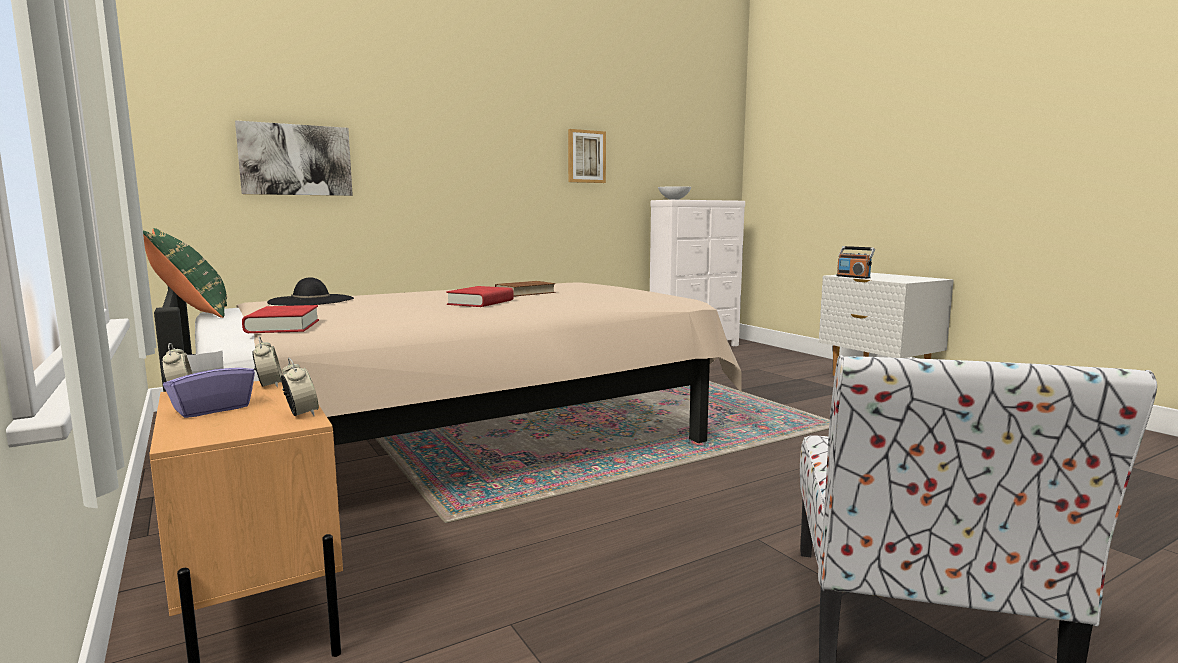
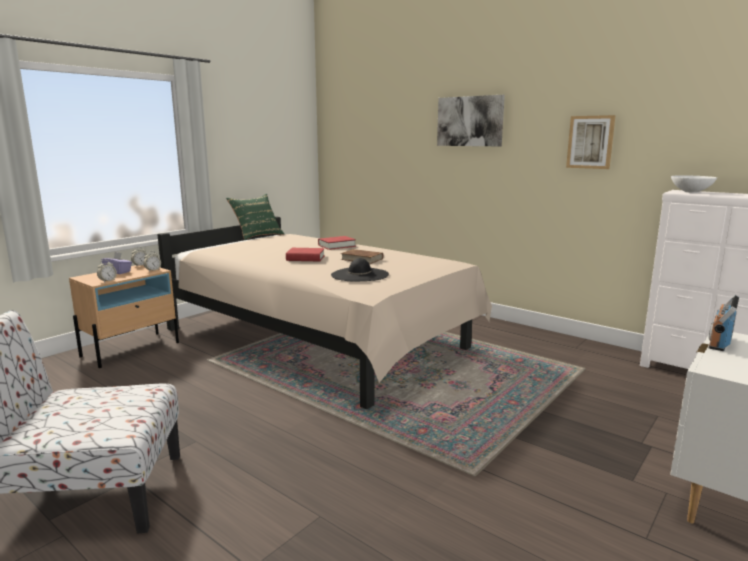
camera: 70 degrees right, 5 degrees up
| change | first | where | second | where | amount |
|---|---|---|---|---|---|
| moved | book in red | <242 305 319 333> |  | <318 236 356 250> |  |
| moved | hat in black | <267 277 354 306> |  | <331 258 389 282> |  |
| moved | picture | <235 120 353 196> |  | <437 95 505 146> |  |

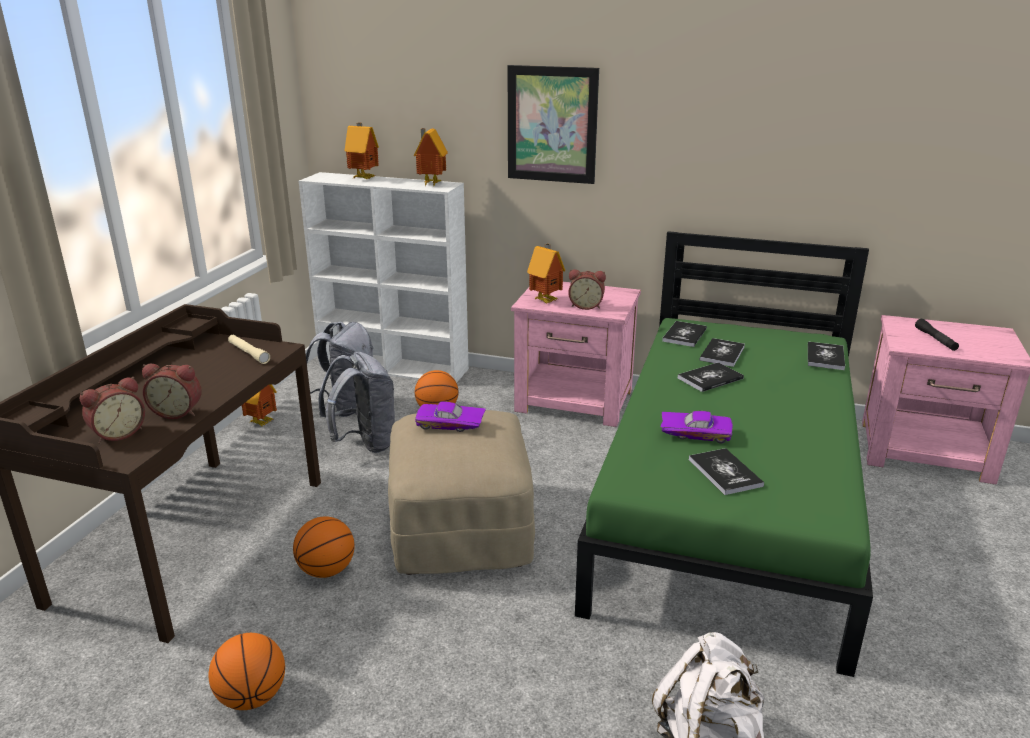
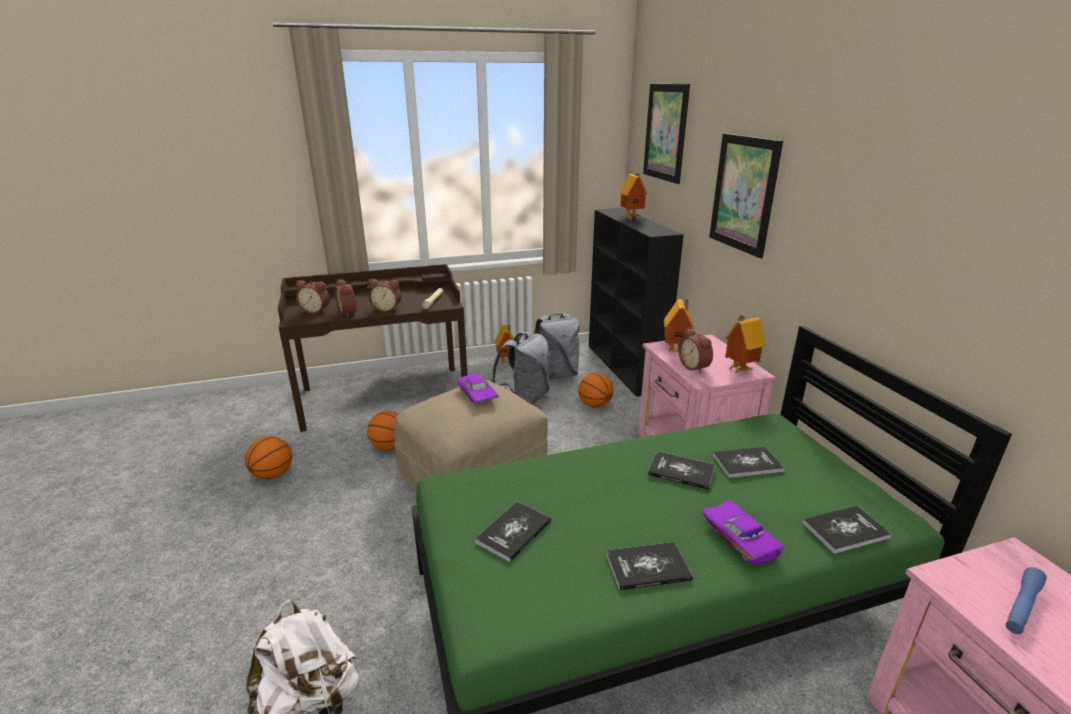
camera: 55 degrees right, 0 degrees up
| change | first | where | second | where | amount |
|---|---|---|---|---|---|
| added |  |  | alarm clock | <369 279 401 312> |  |
| recoloured | bookcase in white | <299 172 469 383> | bookcase in black | <589 208 684 397> |  |
| moved | book | <662 321 707 347> |  | <606 542 693 591> |  |
| added |  |  | picture | <643 84 690 184> |  |
| moved | toy car in purple | <661 411 733 443> |  | <702 500 784 565> |  |
| moved | toy house | <414 128 448 186> |  | <725 316 766 373> |  |
| recoloured | flashlight in black | <915 319 959 351> | flashlight in blue | <1005 567 1047 634> |  |

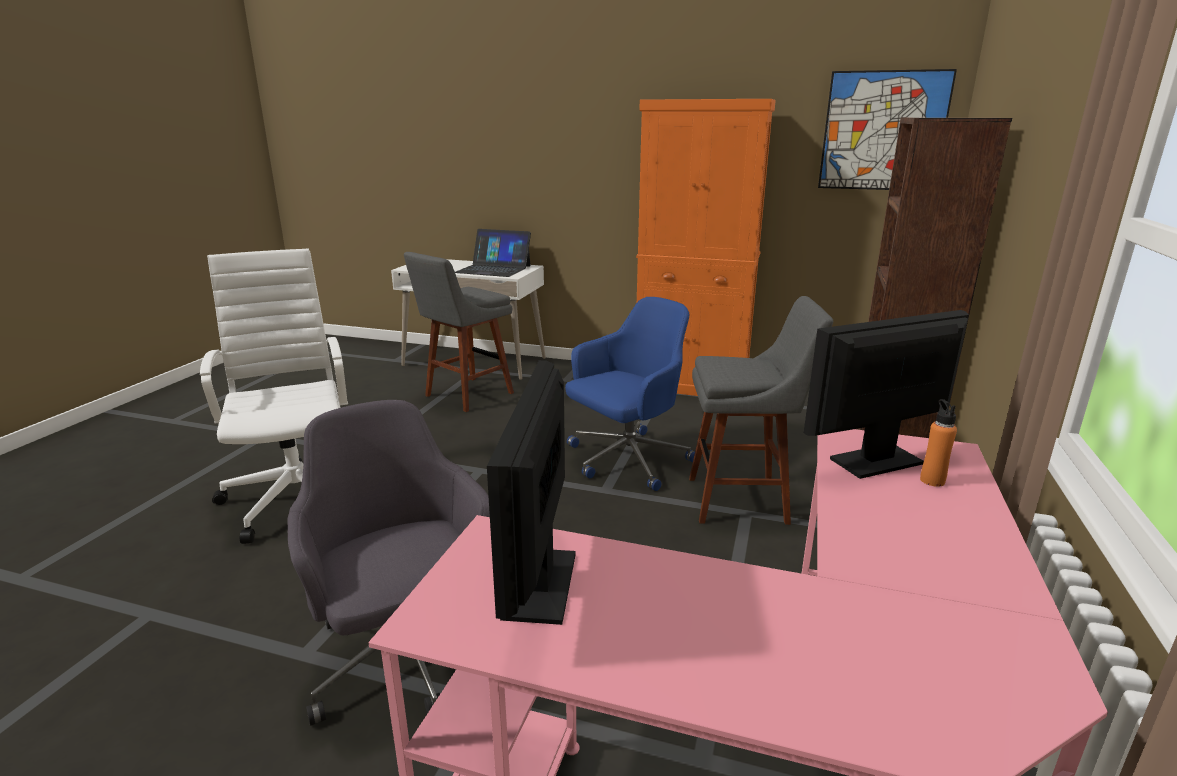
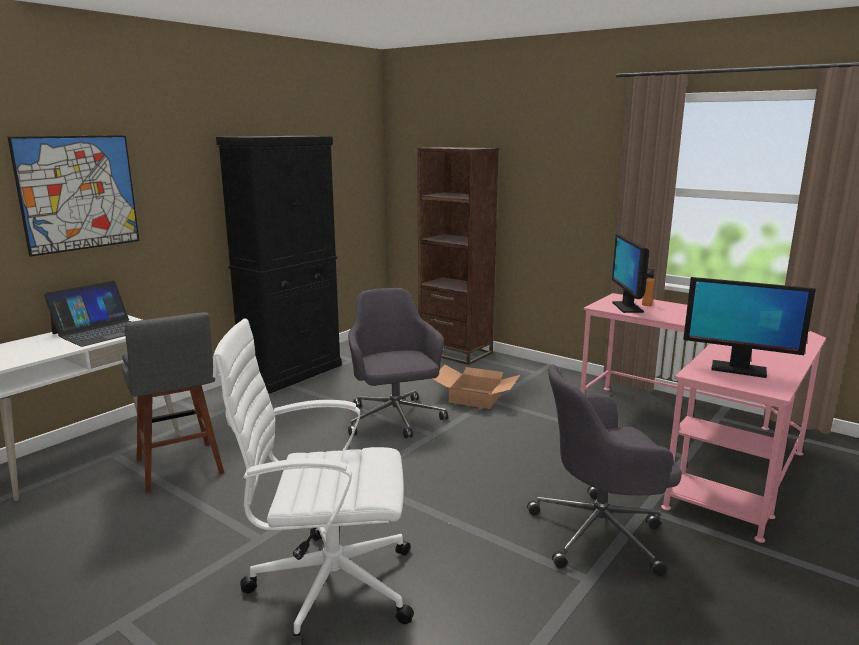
camera: 70 degrees left, 5 degrees down
| change | first | where | second | where | amount |
|---|---|---|---|---|---|
| moved | picture | <818 69 957 190> |  | <8 135 139 257> |  |
| recoloured | cabinet in orange | <636 99 776 396> | cabinet in black | <216 136 342 394> |  |
| recoloured | office chair in blue | <565 297 695 491> | office chair in grey | <348 288 448 438> |  |
| replaced | stool in grey | <689 296 833 525> | cardboard box | <432 365 520 409> |  |

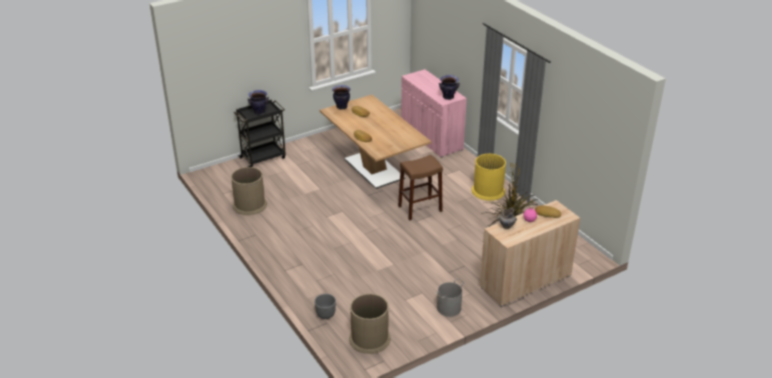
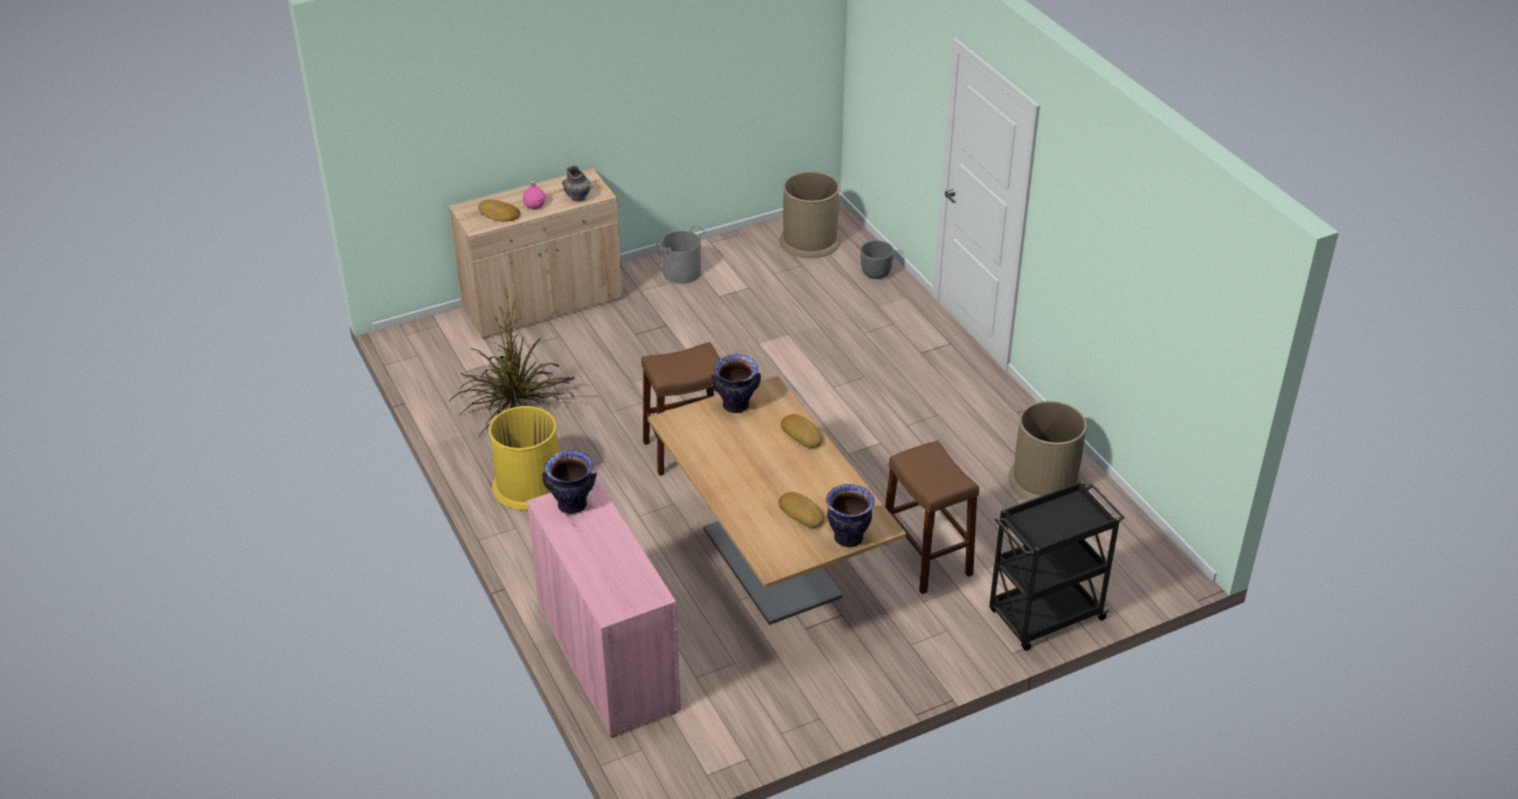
camera: 175 degrees left, 5 degrees up
| change | first | where | second | where | amount |
|---|---|---|---|---|---|
| moved | vase | <248 90 269 115> |  | <711 354 761 413> |  |
| added |  |  | stool in brown | <883 440 979 594> |  |

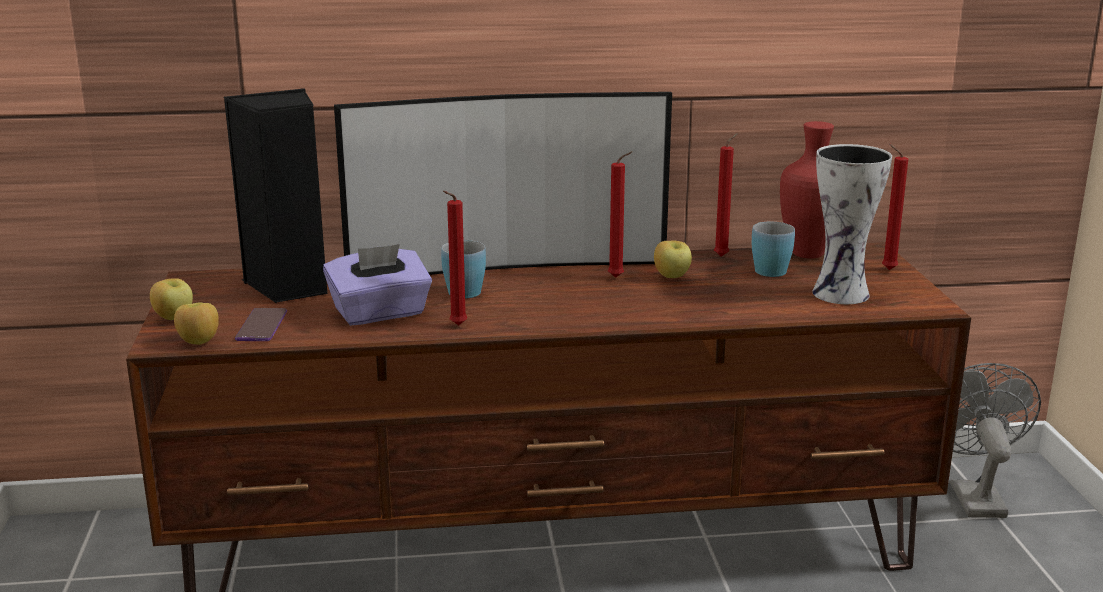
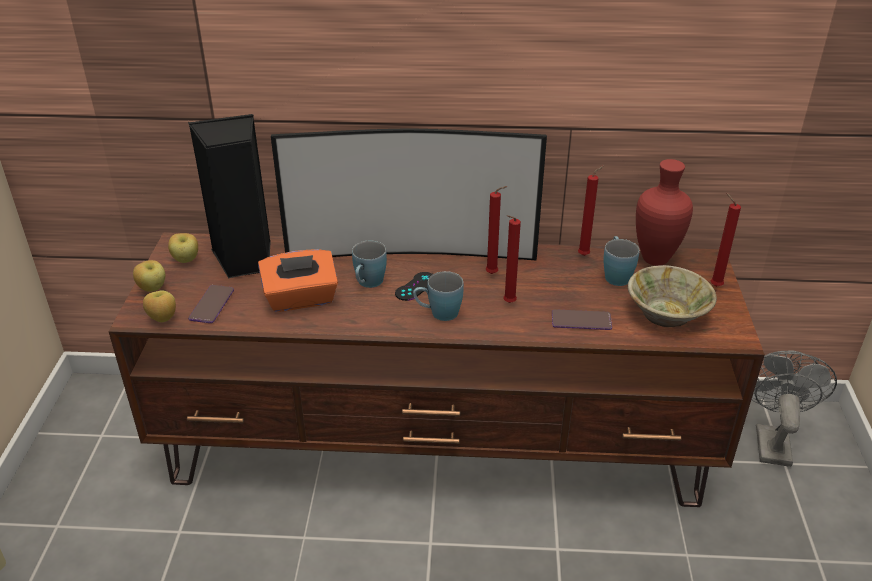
camera: 10 degrees right, 15 degrees up
| change | first | where | second | where | amount |
|---|---|---|---|---|---|
| moved | apple | <654 240 692 278> |  | <168 233 198 263> |  |
| recoloured | tissue box in purple | <323 244 432 326> | tissue box in orange | <258 249 338 312> |  |
| added |  |  | game controller in black | <395 272 433 301> |  |
| added |  |  | mug in blue | <413 271 464 321> |  |
| moved | candle in red | <443 191 467 325> |  | <503 215 521 303> |  |
| added |  |  | phone | <552 309 612 330> |  |
| replaced | vase | <812 144 892 304> | bowl in beige | <627 265 717 327> |  |

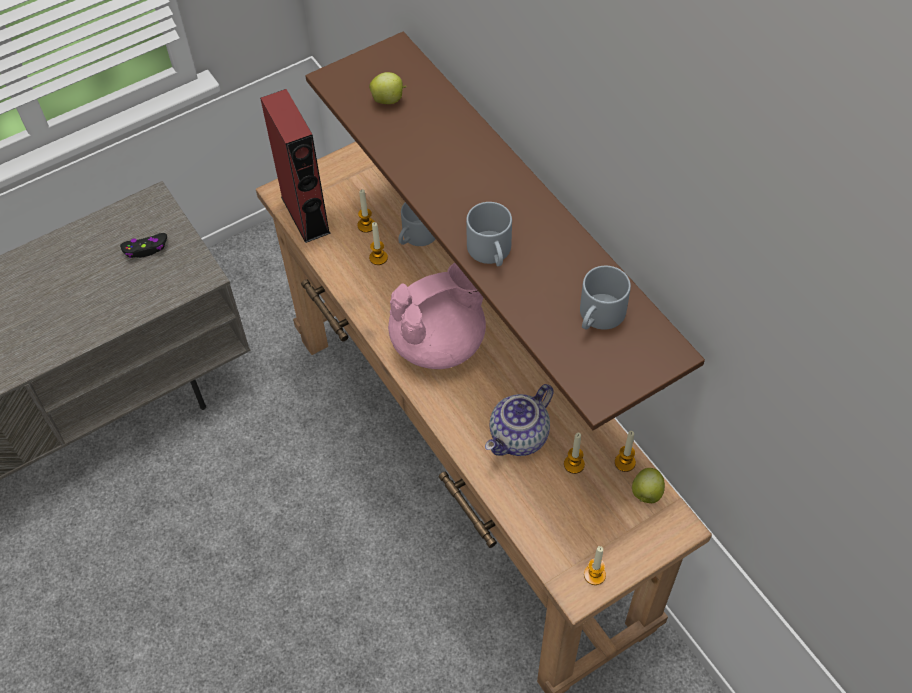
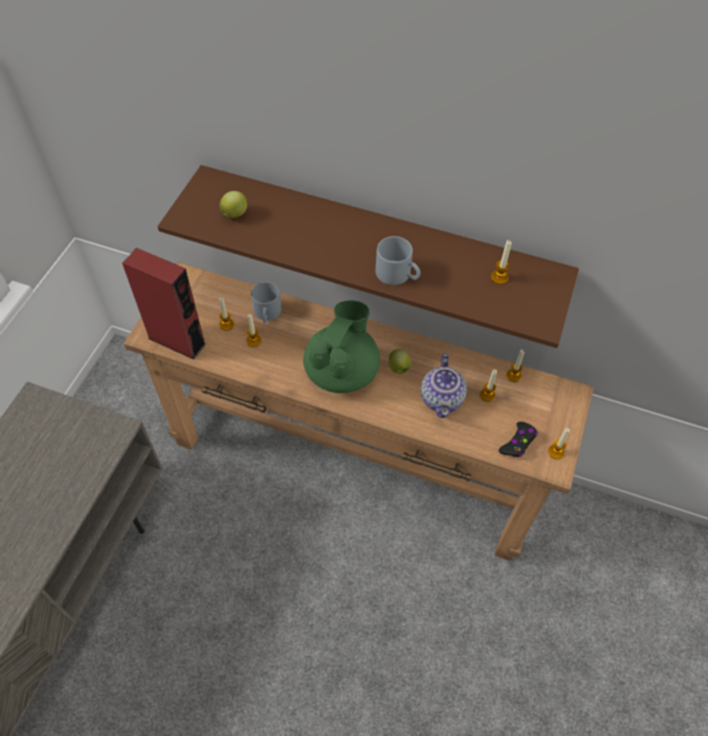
camera: 40 degrees left, 0 degrees up
| change | first | where | second | where | amount |
|---|---|---|---|---|---|
| recoloured | teapot in pink | <388 262 486 369> | teapot in green | <303 300 380 393> |  |
| moved | apple | <632 468 665 503> |  | <389 349 412 374> |  |
| replaced | mug in grey | <580 266 631 330> | candle | <491 240 511 284> |  |
| moved | game controller in black | <120 233 167 258> |  | <499 422 538 457> |  |

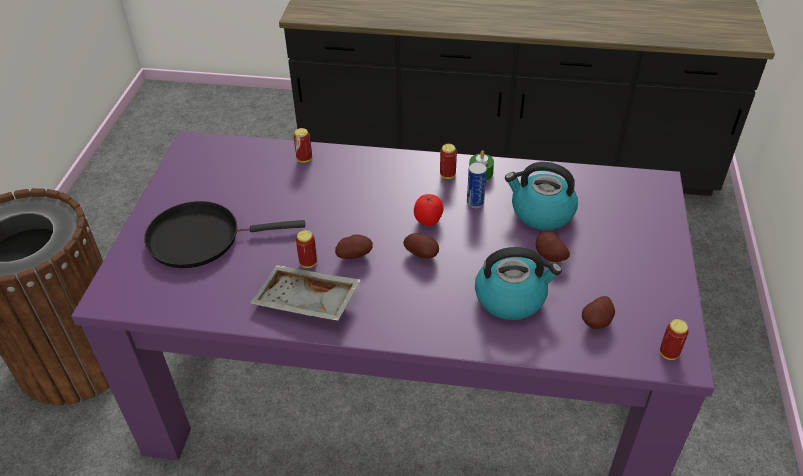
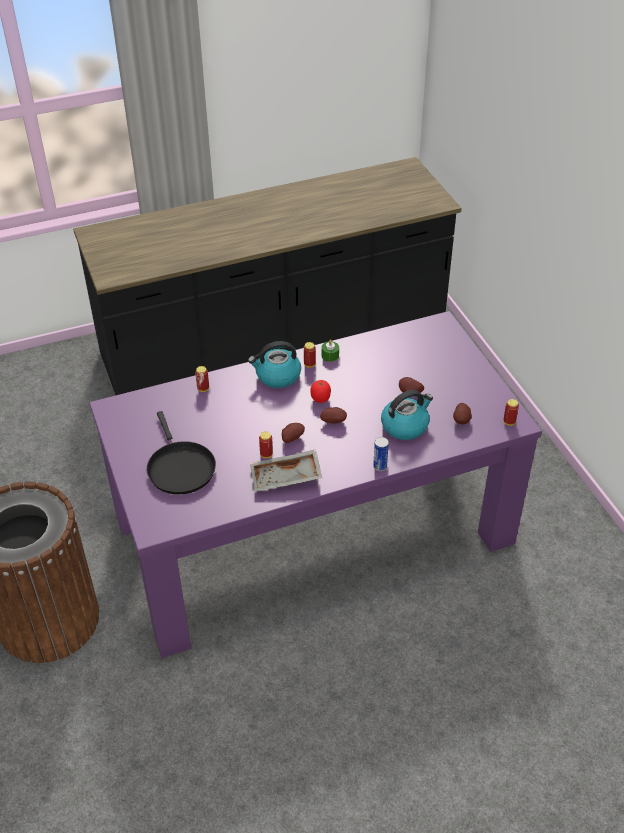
camera: 30 degrees left, 0 degrees up
| change | first | where | second | where | amount |
|---|---|---|---|---|---|
| turned | frying pan in black | <144 201 305 268> |  | <147 411 216 495> | 75 degrees counterclockwise |
| moved | kettle | <505 162 578 230> |  | <248 341 301 388> |  |
| moved | can | <467 162 487 208> |  | <373 437 389 471> |  |

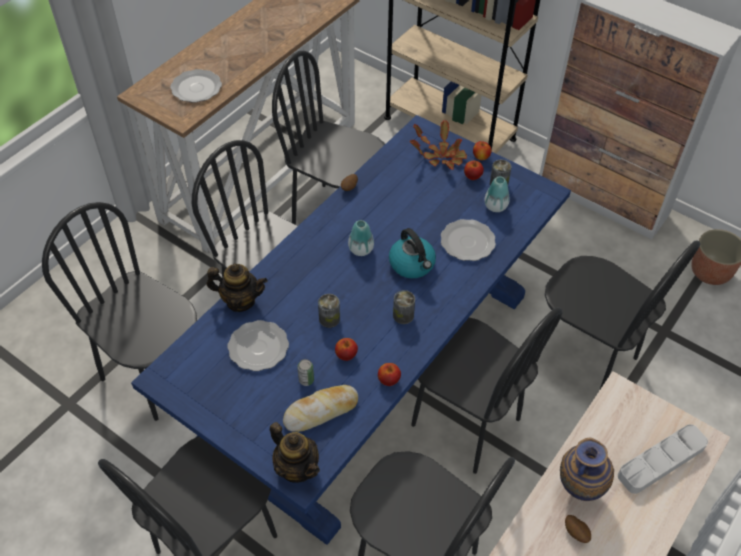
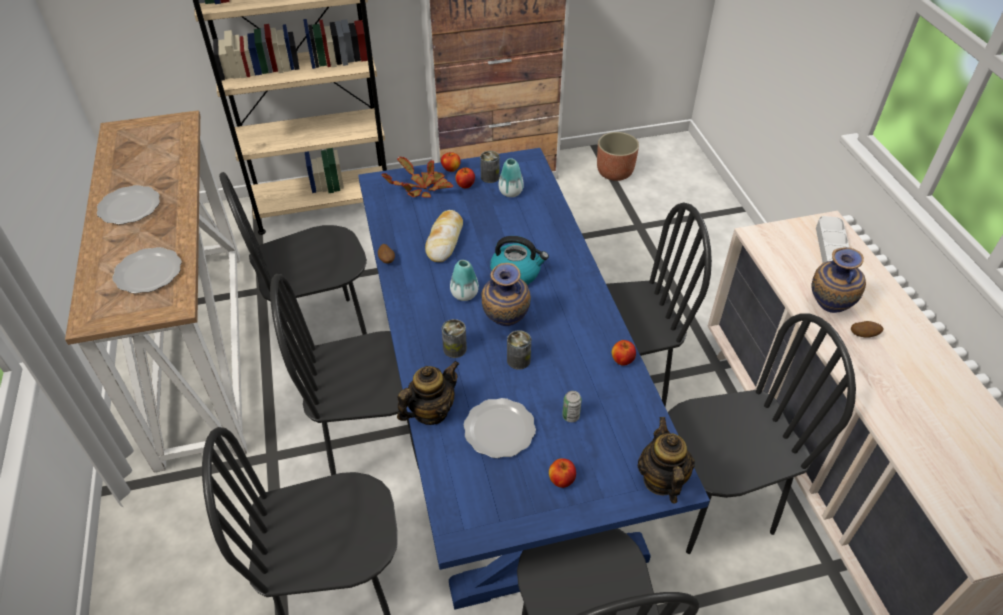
camera: 50 degrees left, 5 degrees down
| change | first | where | second | where | amount |
|---|---|---|---|---|---|
| moved | plate | <441 219 496 261> |  | <97 185 160 224> |  |
| moved | bread | <283 385 358 432> |  | <425 210 463 262> |  |
| moved | can | <393 290 415 324> |  | <442 319 467 358> |  |
| added |  |  | vase | <481 263 531 326> |  |
| moved | apple | <335 338 358 361> |  | <549 458 576 488> |  |
| turned | teapot | <270 422 320 483> |  | <638 417 695 503> | 90 degrees counterclockwise |
| removed | chair in black | <536 240 700 391> |  |  |  |

